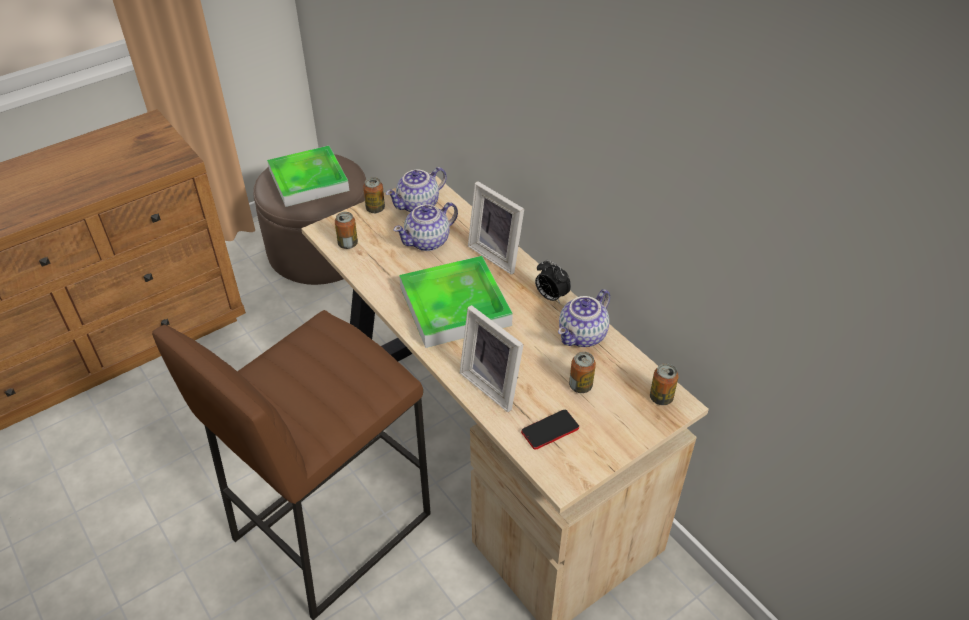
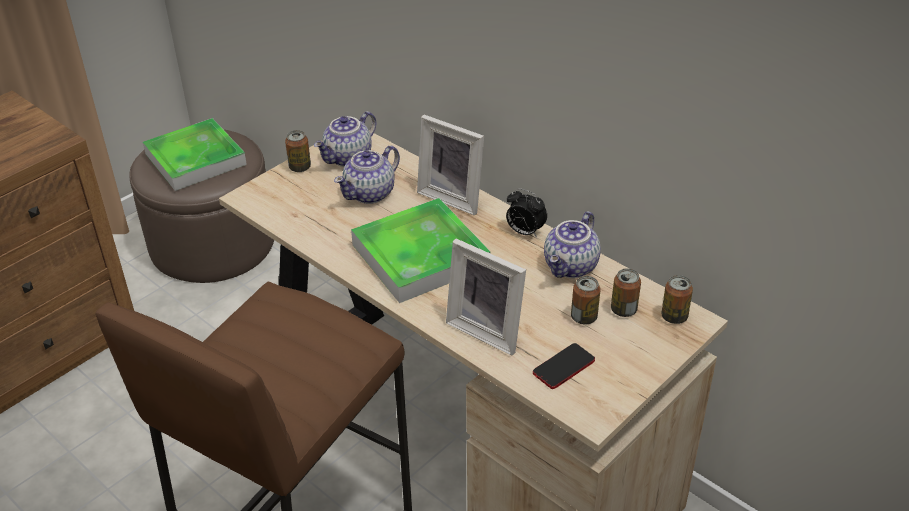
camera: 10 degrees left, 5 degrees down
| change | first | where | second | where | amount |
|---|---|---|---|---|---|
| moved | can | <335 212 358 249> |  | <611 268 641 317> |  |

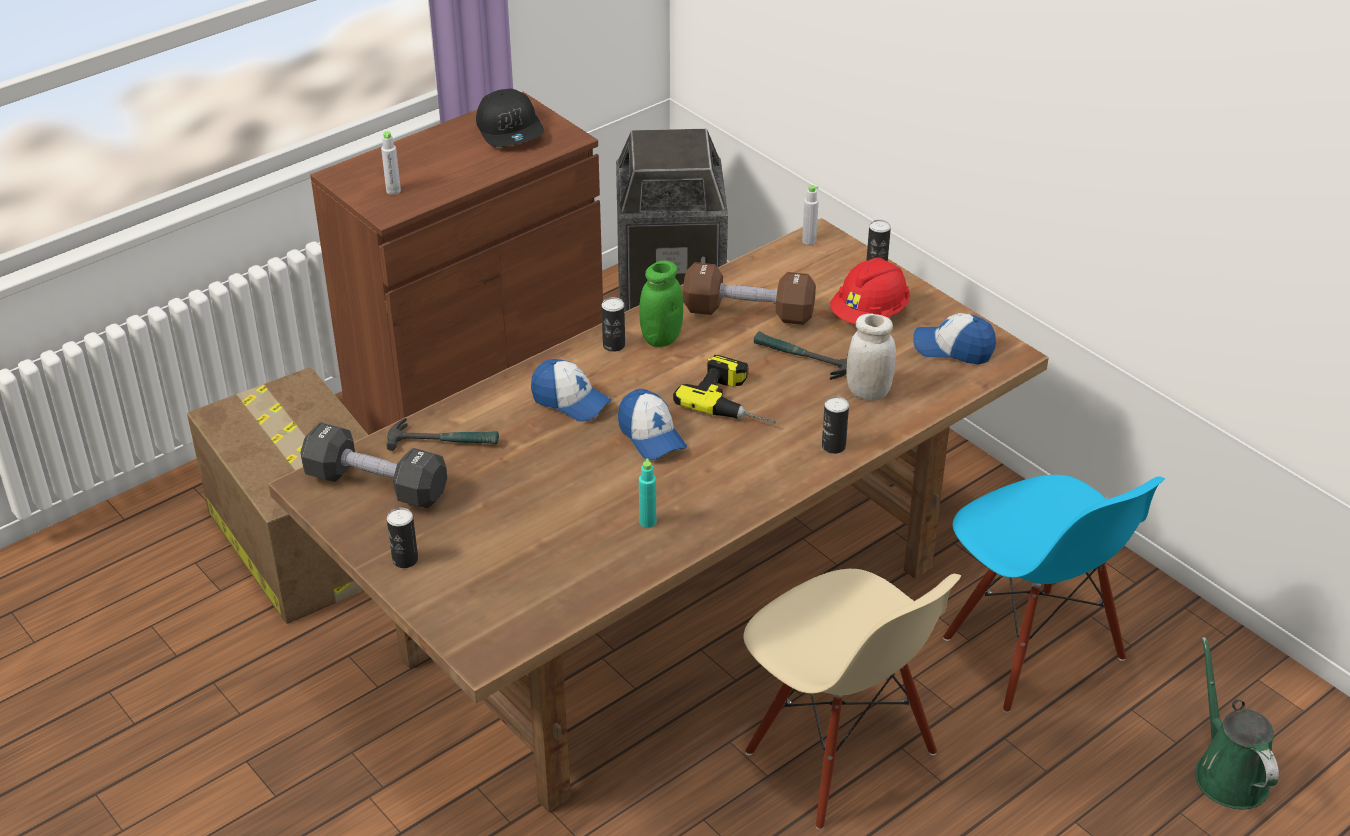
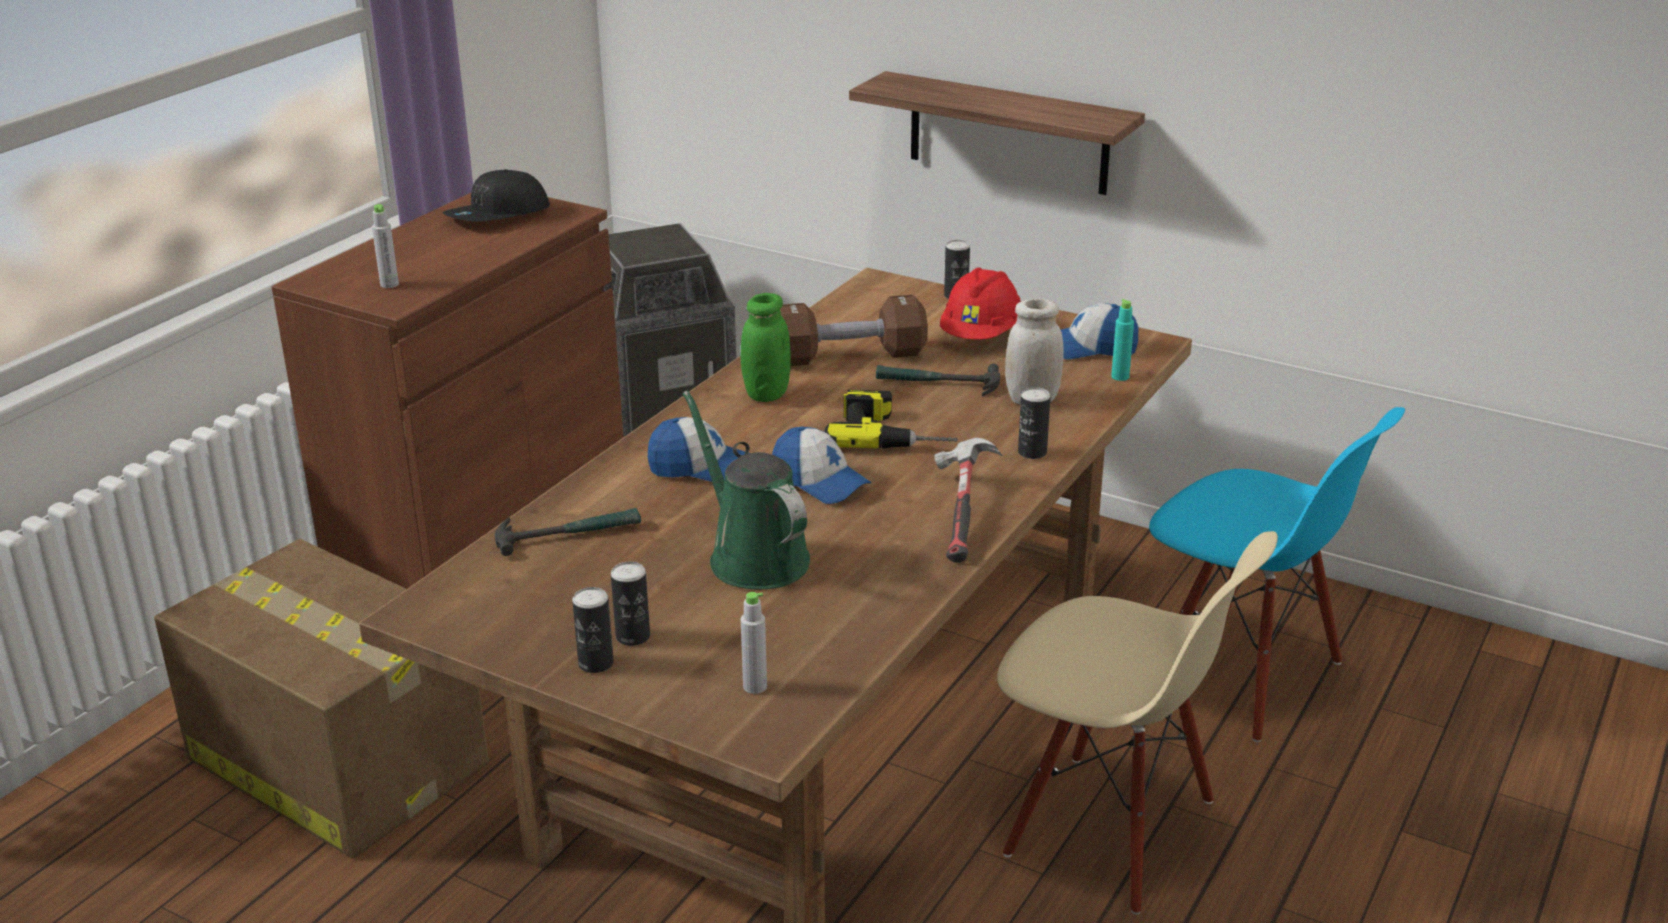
camera: 20 degrees left, 10 degrees down
| change | first | where | second | where | amount |
|---|---|---|---|---|---|
| turned | cap in black | <476 89 544 147> |  | <443 169 550 221> | 90 degrees clockwise |
| moved | can | <602 297 625 352> |  | <611 562 650 646> |  |
| moved | watering can in green | <1195 637 1279 809> |  | <683 390 810 589> |  |
| moved | bottle in grey | <802 185 819 245> |  | <741 592 767 694> |  |
| added |  |  | shelf | <849 71 1145 195> |  |
| added |  |  | hammer | <934 438 1002 563> |  |
| moved | bottle in turquoise | <639 459 656 528> |  | <1111 299 1134 381> |  |
| removed | dumbbell in black | <300 422 447 508> |  |  |  |

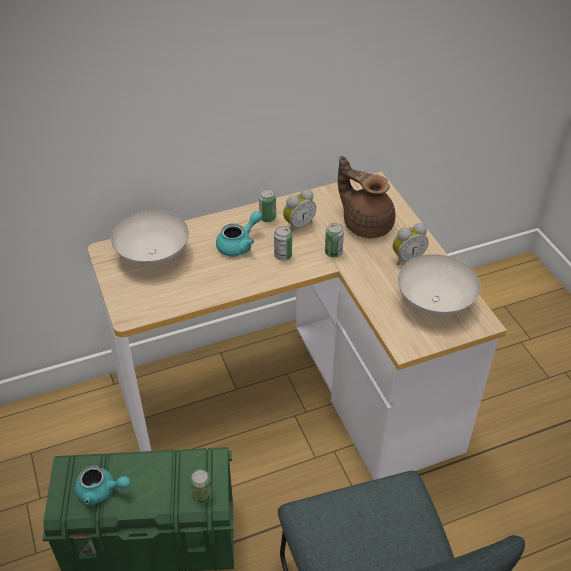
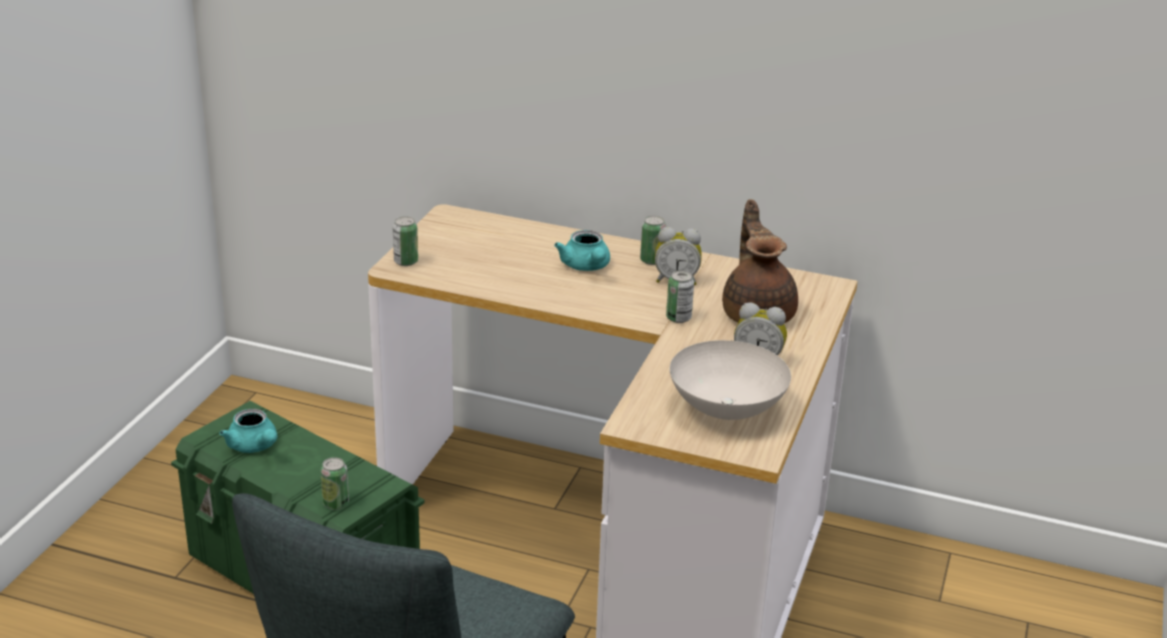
camera: 40 degrees right, 15 degrees down
| change | first | where | second | where | amount |
|---|---|---|---|---|---|
| moved | can | <274 226 292 261> |  | <393 216 418 266> |  |
| turned | teapot in turquoise | <216 211 262 257> |  | <554 230 610 271> | 75 degrees clockwise |
| removed | bowl in white | <111 210 189 267> |  |  |  |

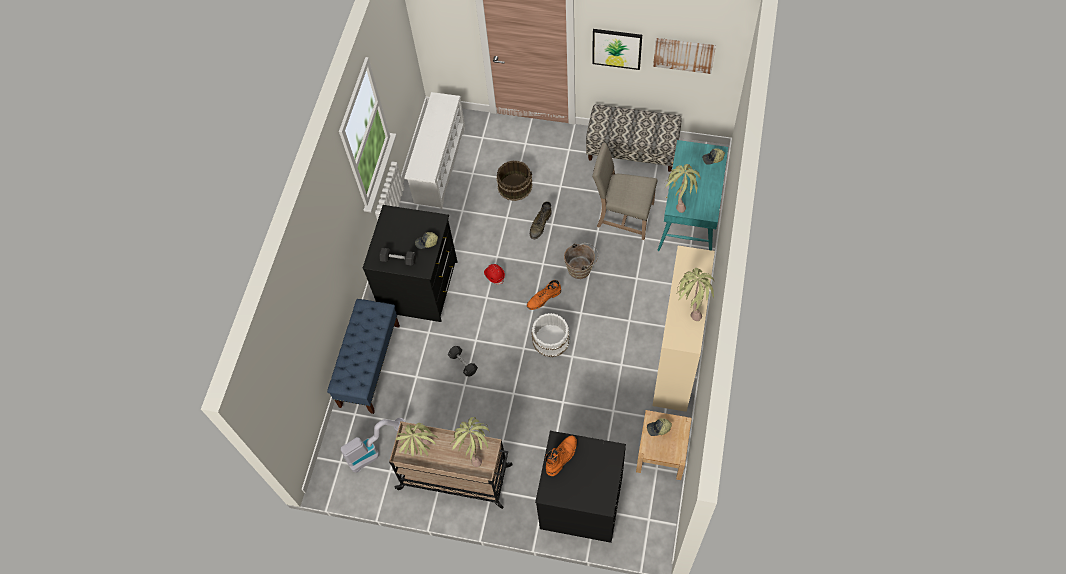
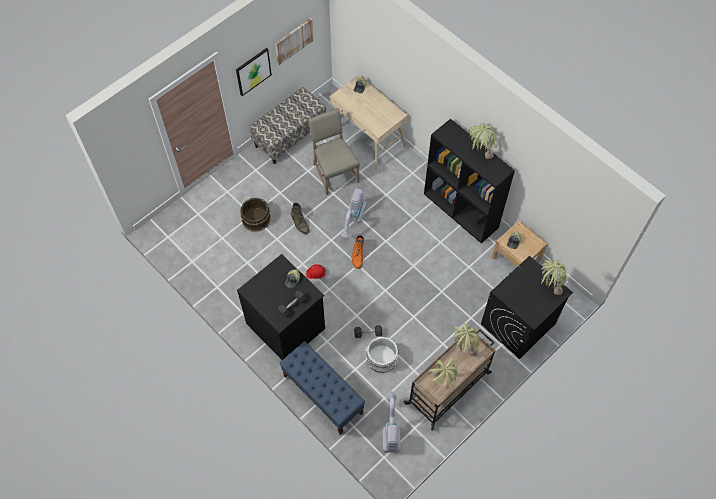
camera: 60 degrees left, 0 degrees up
| change | first | where | second | where | amount |
|---|---|---|---|---|---|
| turned | chair in beige | <592 143 657 240> |  | <308 108 360 195> | 105 degrees clockwise |
| recoloured | desk in turquoise | <658 140 728 251> | desk in beige | <330 75 408 170> |  |
| replaced | bucket in brown | <564 243 598 279> | vacuum cleaner | <340 188 366 238> |  |
| moved | bucket in white | <531 313 570 357> |  | <366 337 399 373> |  |
| recoloured | bookcase in beige | <652 246 715 412> | bookcase in black | <424 119 515 243> |  |
| moved | potted plant | <665 164 701 213> |  | <541 259 568 295> |  |
| removed | shoe rack in white | <404 92 465 209> |  |  |  |
| removed | boot in orange | <545 436 577 476> |  |  |  |

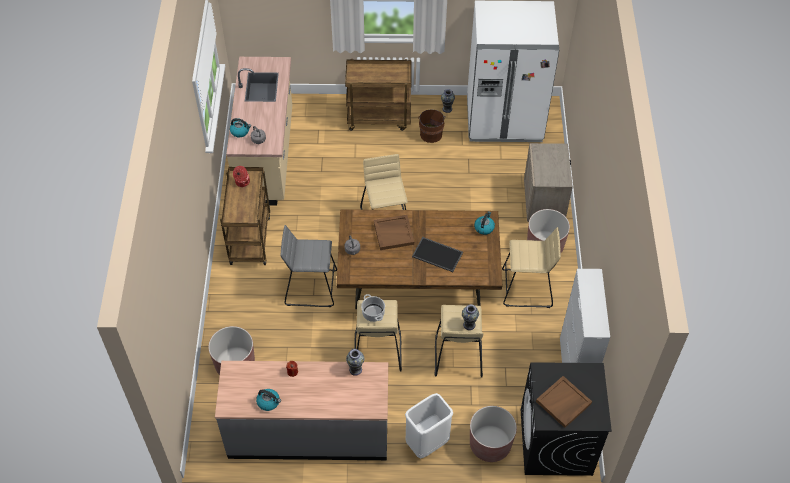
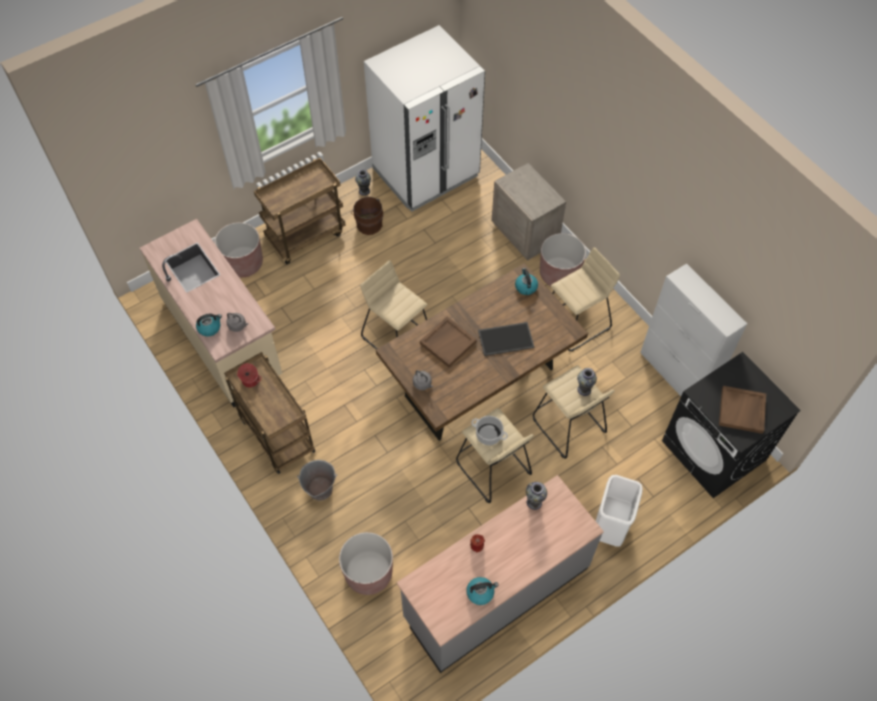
camera: 35 degrees left, 5 degrees up
| change | first | where | second | where | amount |
|---|---|---|---|---|---|
| moved | planter in brown | <470 406 517 462> |  | <215 222 263 278> |  |
| added |  |  | bucket in grey | <297 460 337 501> |  |
| removed | stool in grey | <281 225 337 307> |  |  |  |

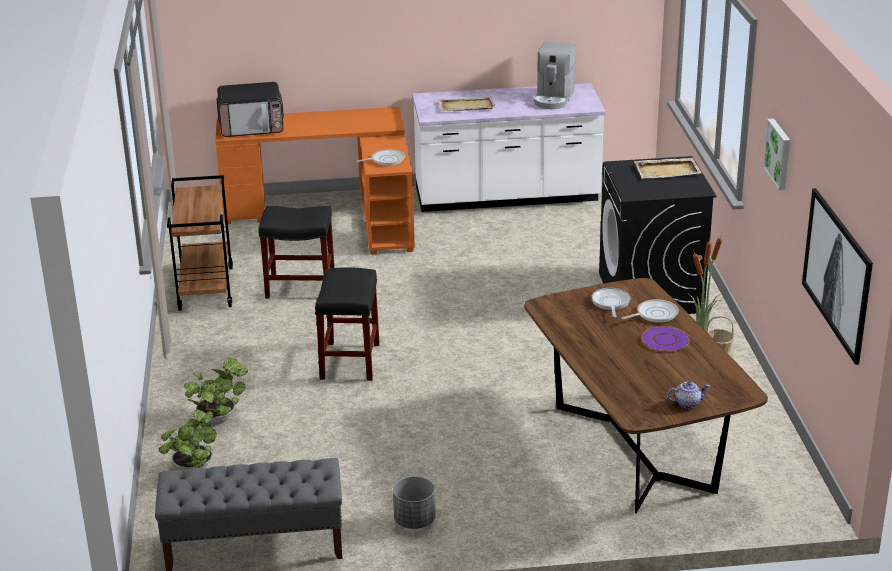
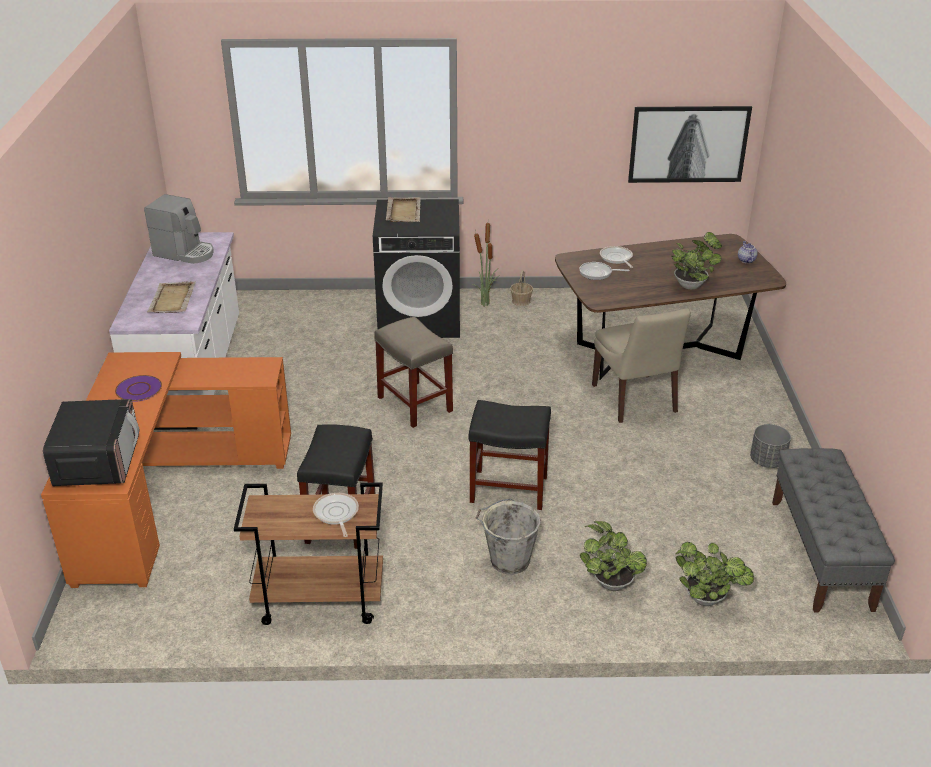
camera: 85 degrees left, 5 degrees up
| change | first | where | second | where | amount |
|---|---|---|---|---|---|
| moved | plate in purple | <641 326 690 352> |  | <115 375 162 402> |  |
| moved | frying pan | <356 149 405 166> |  | <313 493 359 537> |  |
| added |  |  | stool in beige | <374 317 453 428> |  |
| added |  |  | bucket in grey | <476 499 541 574> |  |
| added |  |  | chair in beige | <592 308 691 423> |  |
| added |  |  | potted plant | <671 232 722 289> |  |
| removed | picture | <763 118 790 190> |  |  |  |

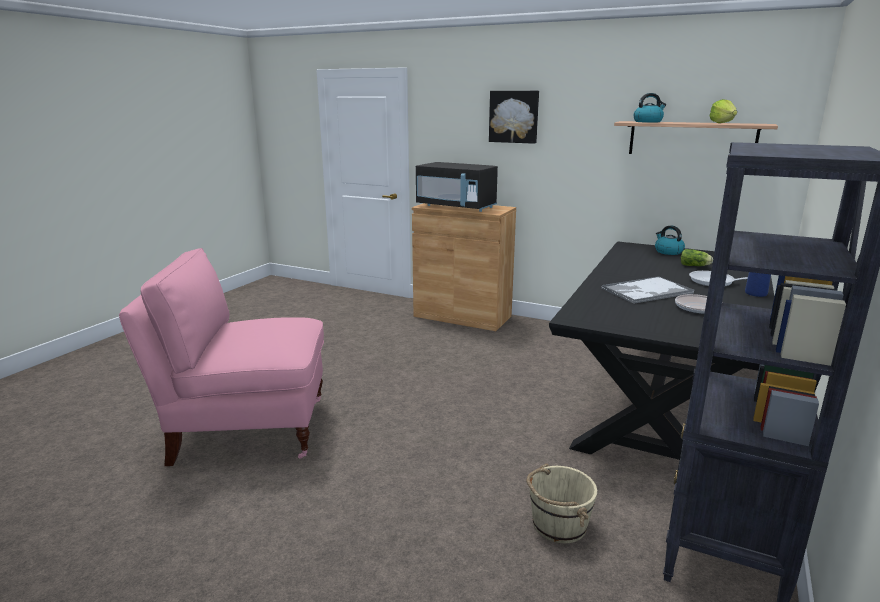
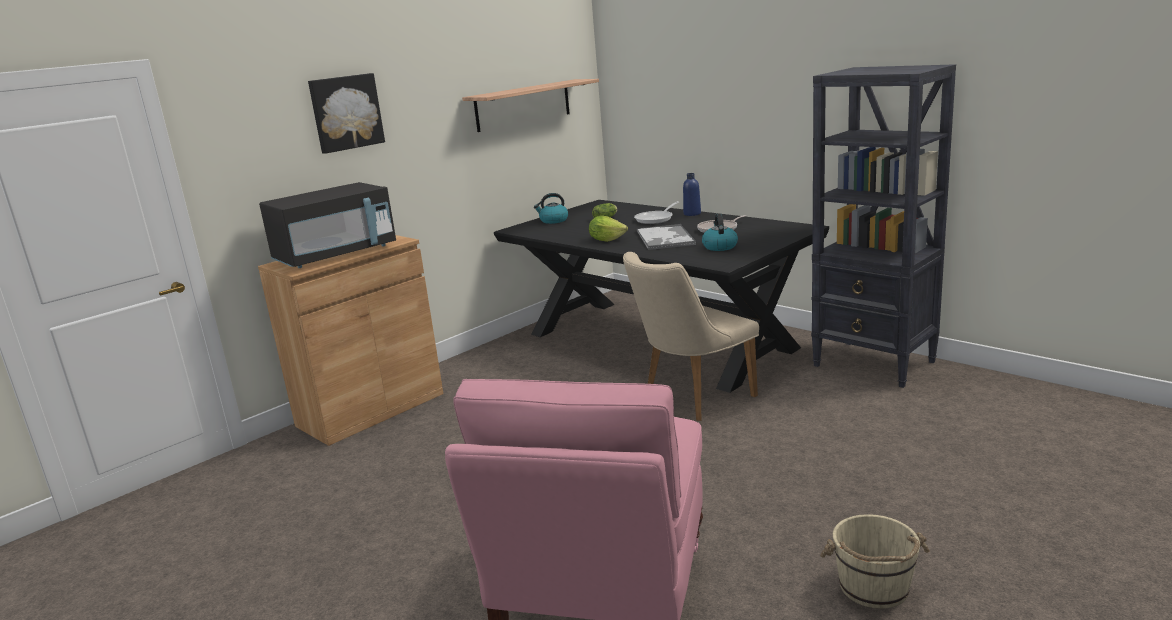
camera: 70 degrees left, 0 degrees up
| change | first | where | second | where | amount |
|---|---|---|---|---|---|
| moved | lettuce | <710 99 737 123> |  | <589 216 628 242> |  |
| added |  |  | chair in beige | <623 252 759 421> |  |
| moved | kettle | <633 93 666 123> |  | <702 214 738 251> |  |
| moved | bucket in beige | <526 464 597 543> |  | <820 514 929 609> |  |

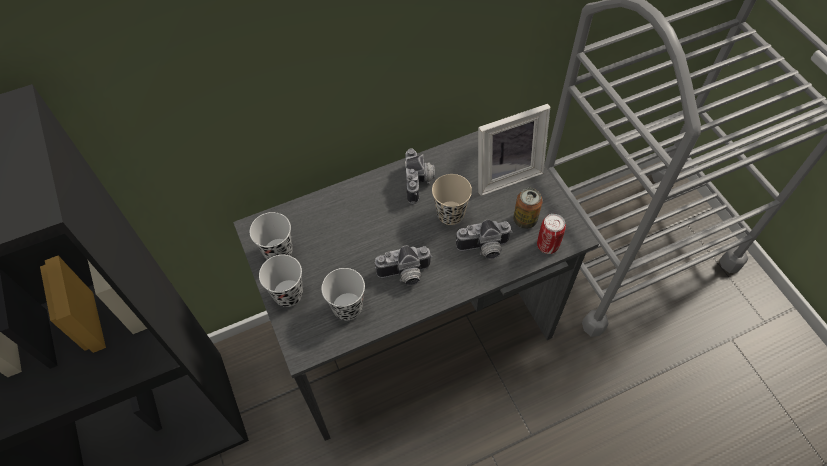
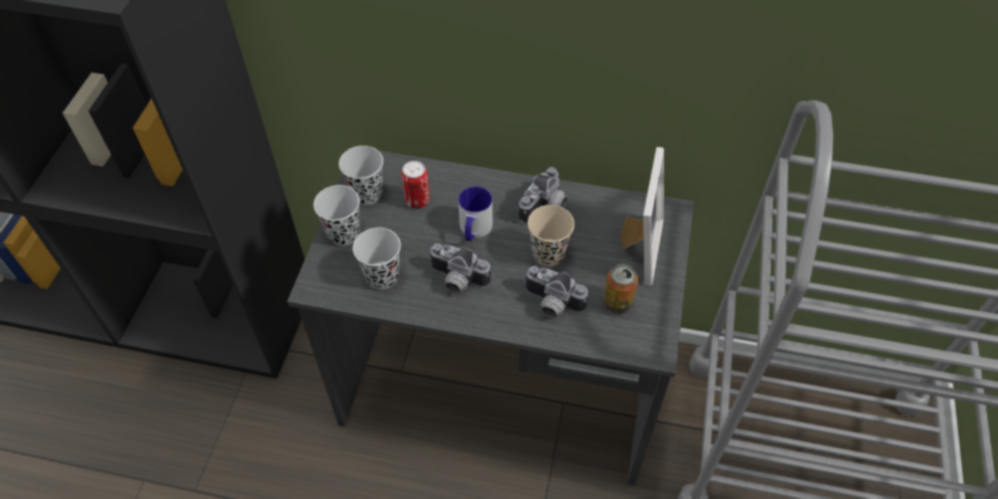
camera: 35 degrees right, 5 degrees down
| change | first | where | second | where | amount |
|---|---|---|---|---|---|
| moved | can | <537 214 566 254> |  | <401 161 430 209> |  |
| added |  |  | mug | <458 186 493 241> |  |
| turned | picture frame | <478 104 550 196> |  | <621 147 664 286> | 90 degrees counterclockwise |

